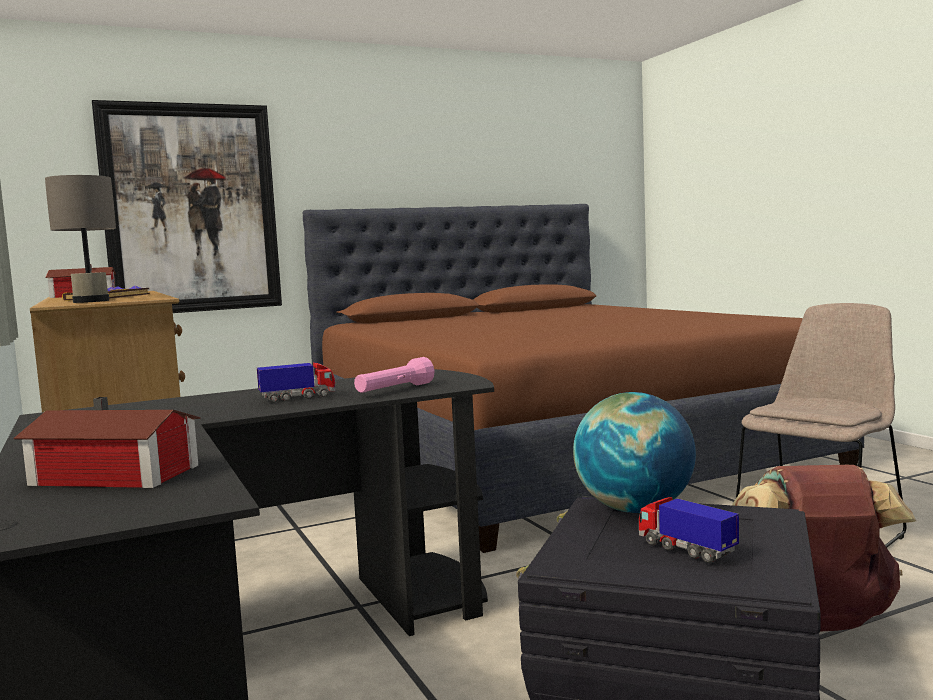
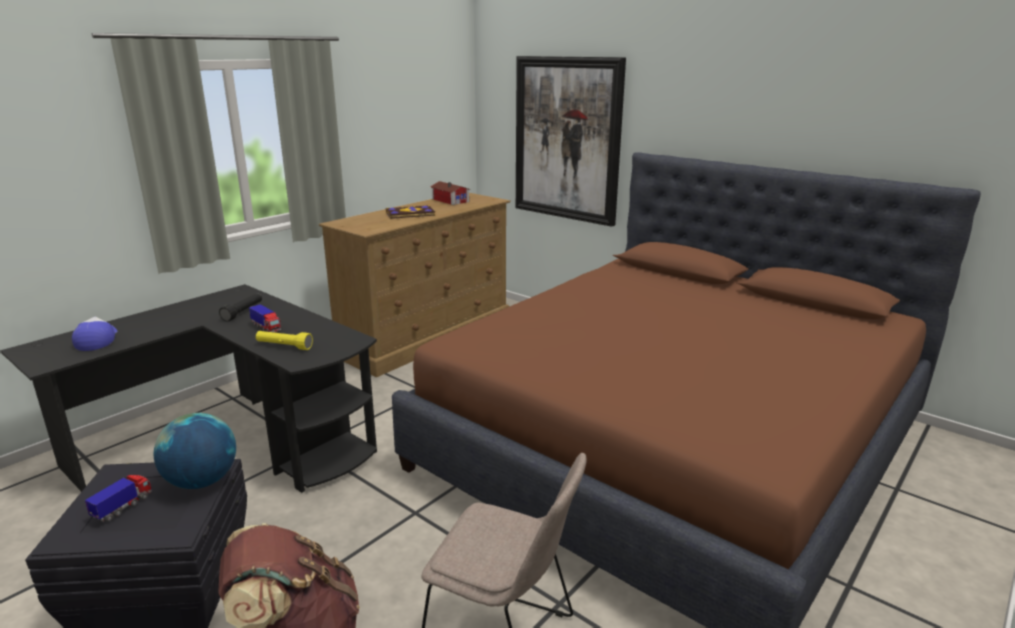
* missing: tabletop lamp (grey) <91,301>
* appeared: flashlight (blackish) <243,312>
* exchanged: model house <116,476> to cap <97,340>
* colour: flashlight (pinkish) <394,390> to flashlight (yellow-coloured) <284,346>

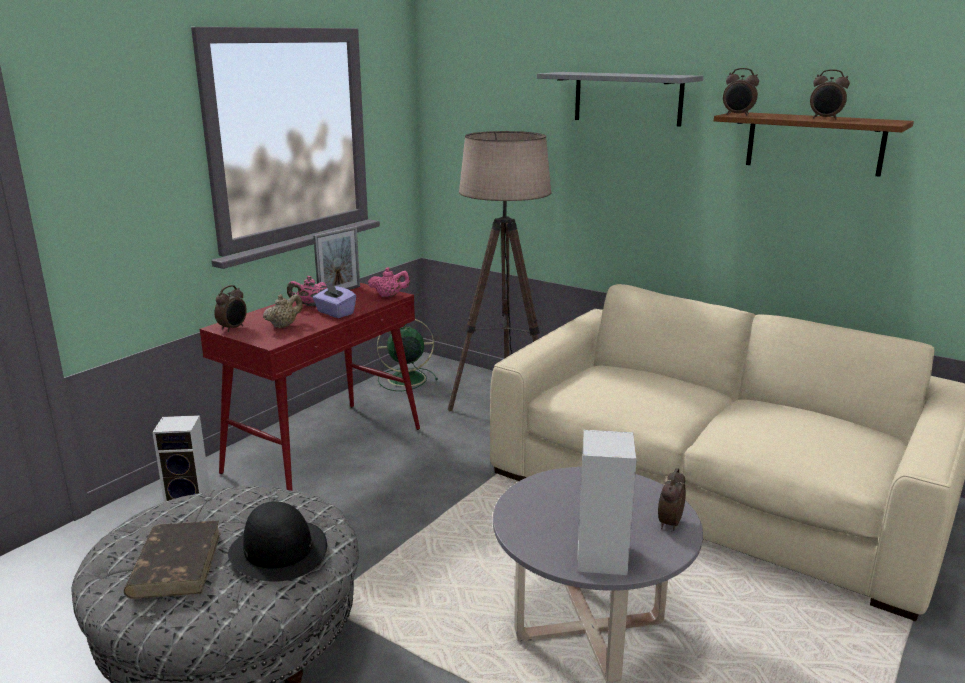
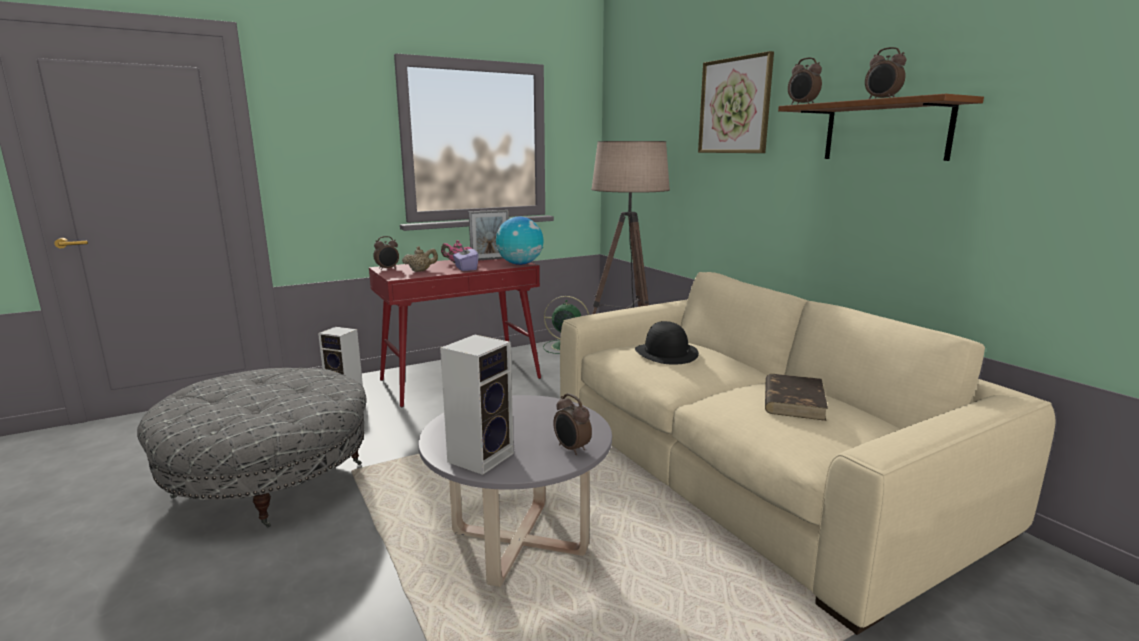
* relocated: bound book (brownish) <176,563> to <793,400>
* relocated: hat (blackish) <278,550> to <666,353>
* exchanged: tea pot (pinkish) <389,296> to world globe <520,264>
* exchanged: bracket shelf (grey) <627,98> to picture <735,106>
* spun: alarm clock <669,523> = <571,449> 90 degrees counterclockwise

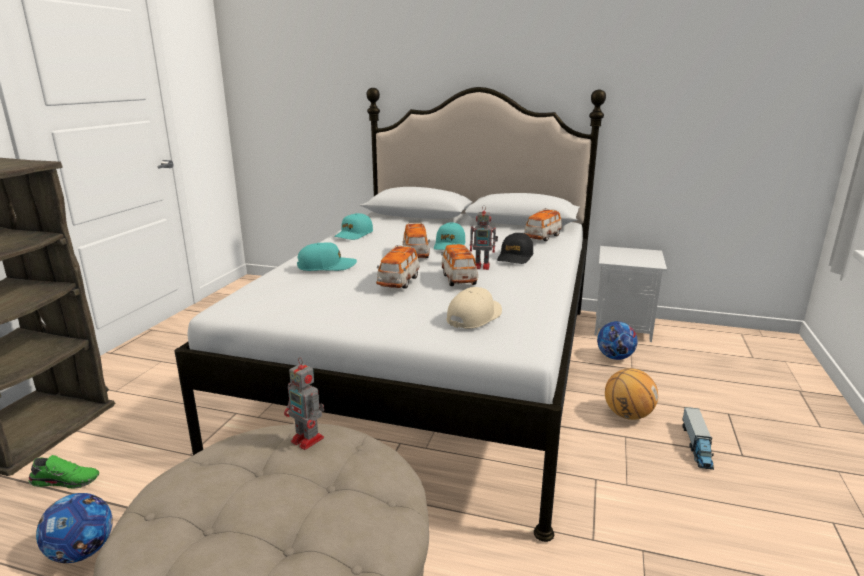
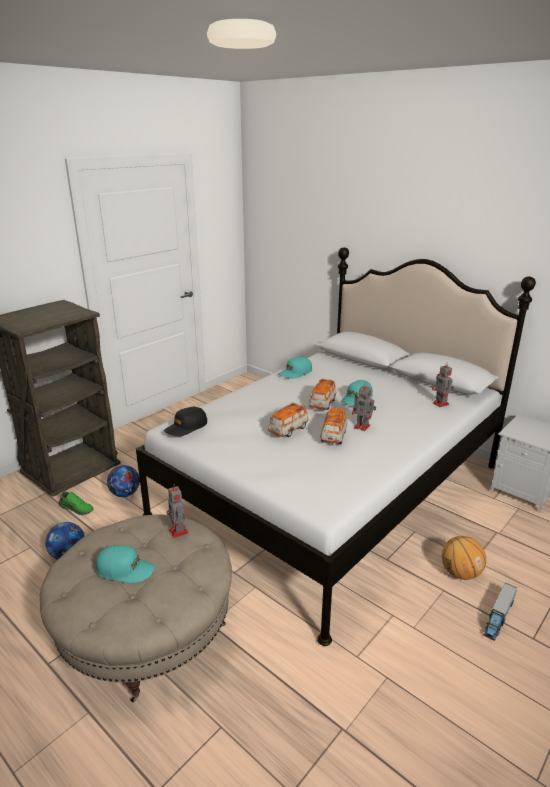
* missing: cap (sand-coloured) <474,317>
* relocated: cap (turquoise) <326,266> to <125,569>
* relocated: cap (blackish) <515,257> to <186,427>
* relocated: football <615,357> to <125,494>
* exchanged: toy car <542,237> to robot figure <441,404>

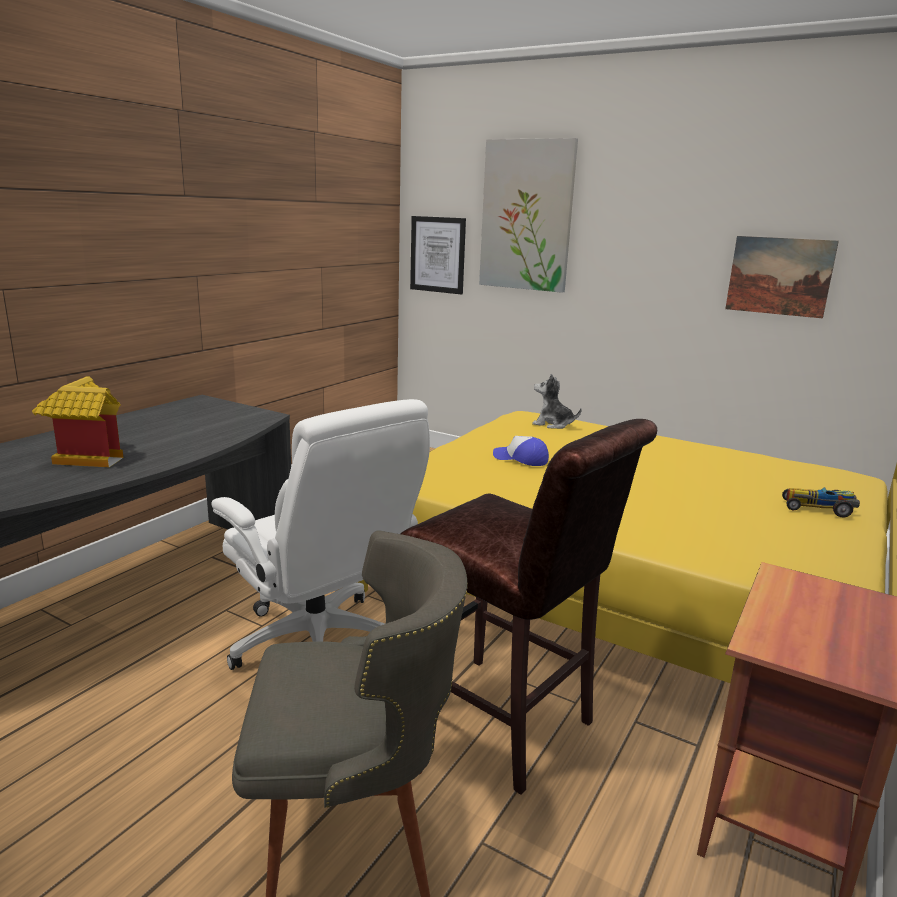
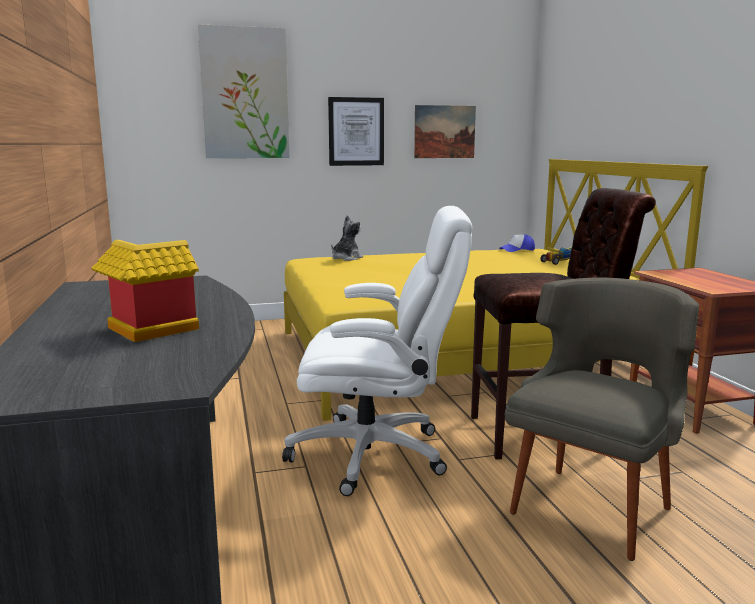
* relocated: picture <437,254> to <356,131>
* relocated: cap <521,459> to <517,250>
* spun: cuddly toy <552,424> = <346,258> 150 degrees clockwise

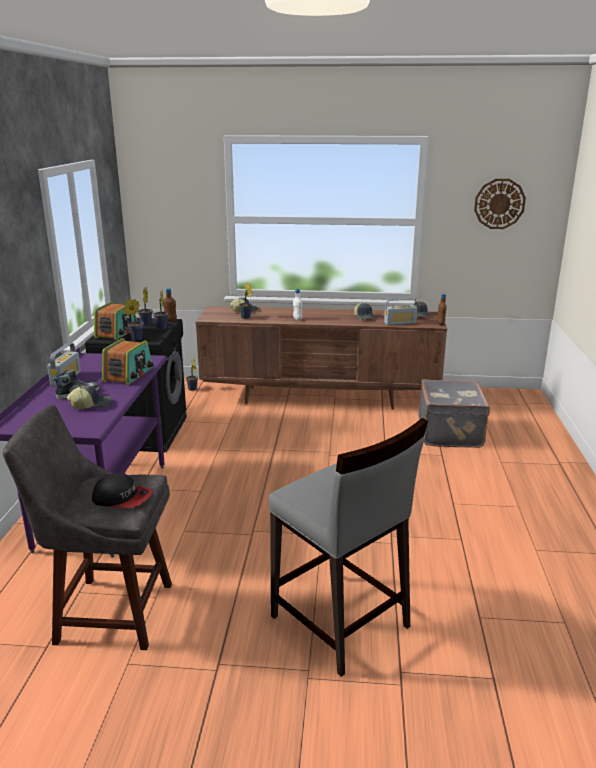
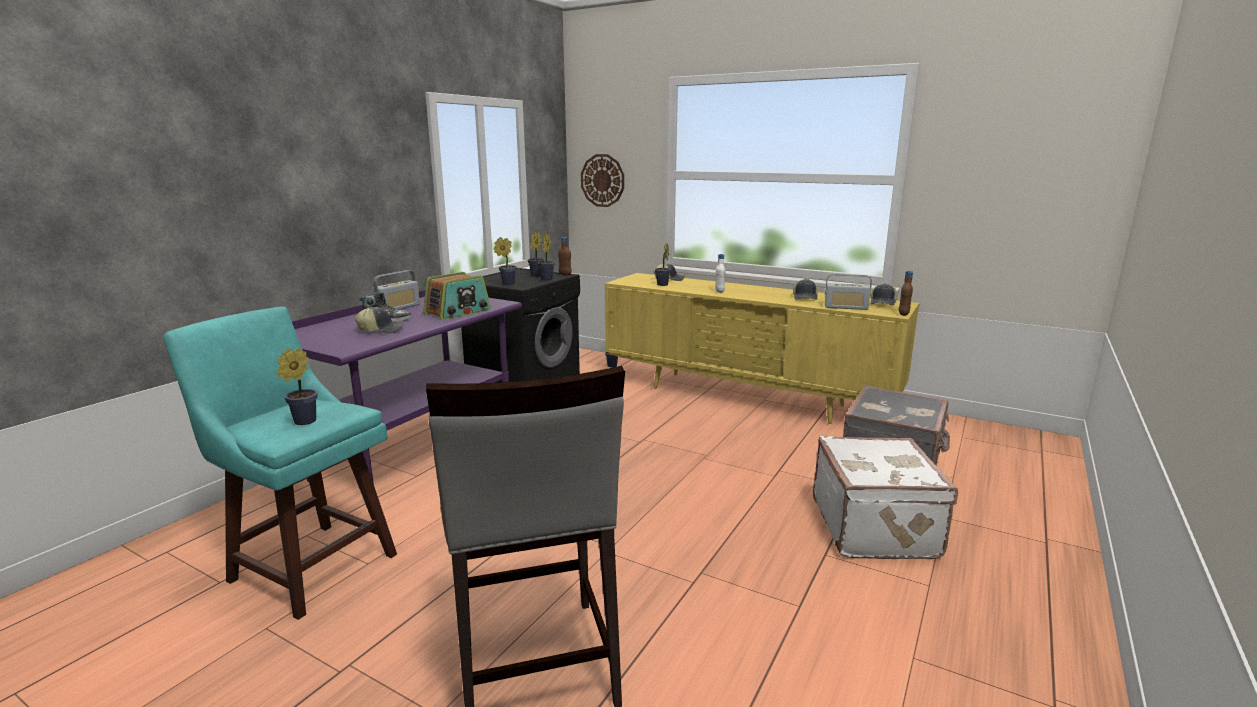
* missing: radio set <117,332>
* appeared: travel case (whitish) <876,528>
* relocated: clock on the wall <499,204> to <602,180>
* exchanged: cap <122,498> to potted plant <302,422>
* colour: sitting stool (grey) <110,612> to sitting stool (turquoise) <310,565>
* colour: storage cabinet (brownish) <321,398> to storage cabinet (yellow-coloured) <747,397>

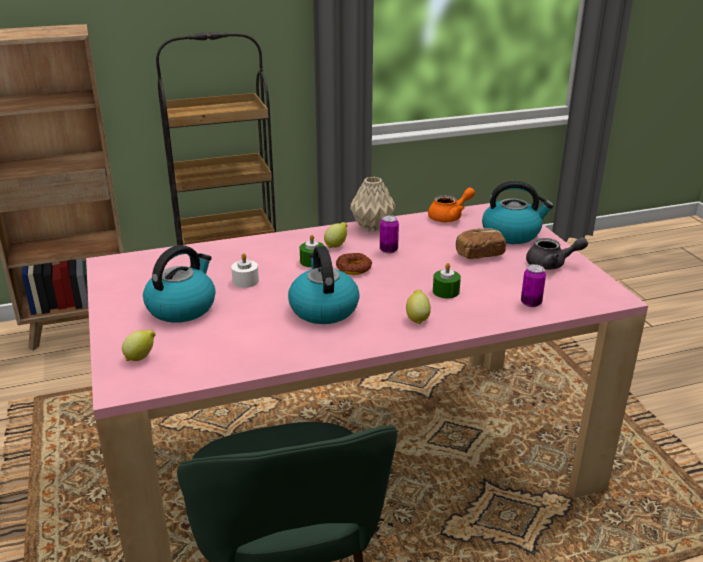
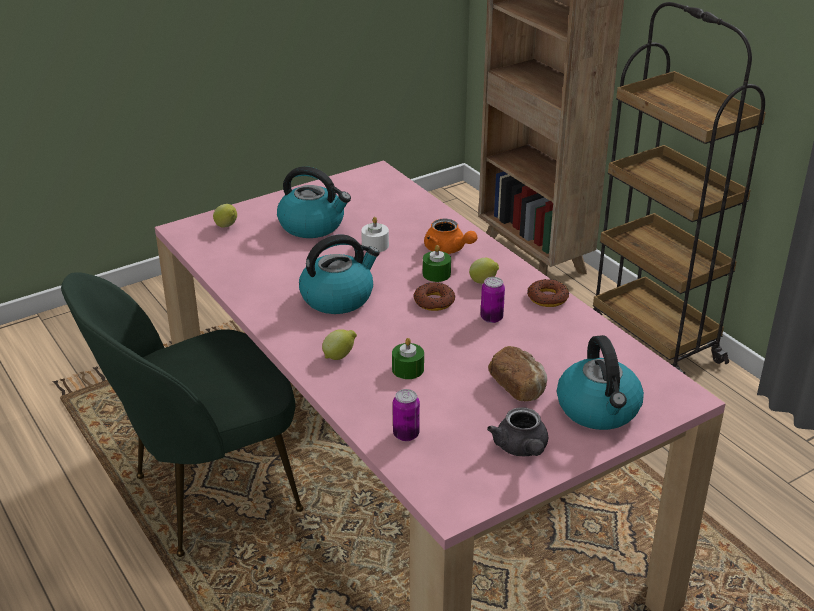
* relocated: tea pot (orange) <449,217> to <448,249>
* exchanged: decorative vase (sand-coloured) <371,227> to donut <547,298>

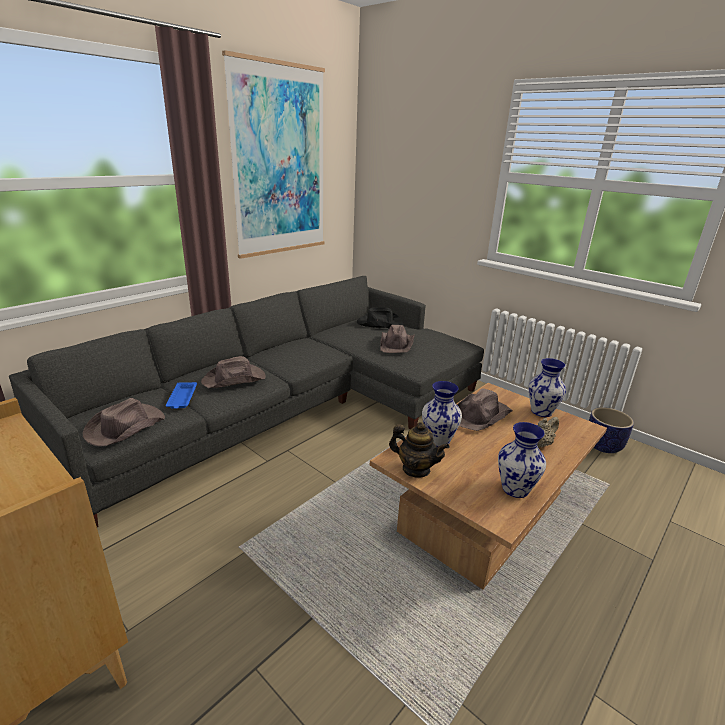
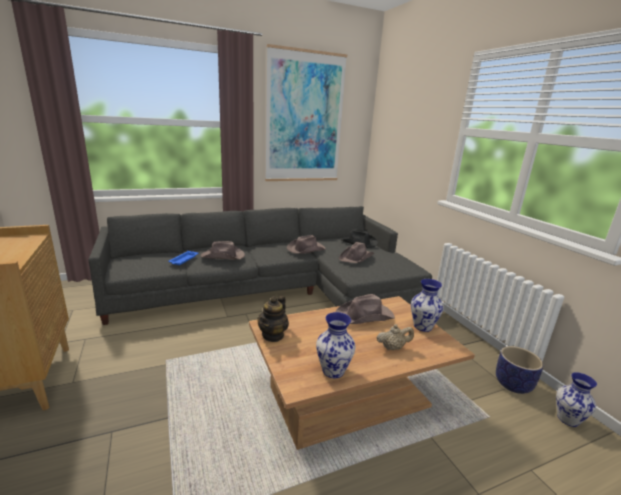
* relocated: hat (brownish) <124,427> to <305,249>
* relocated: decorative vase <437,440> to <567,419>
* spun: tea pot <416,469> = <273,335> 60 degrees clockwise

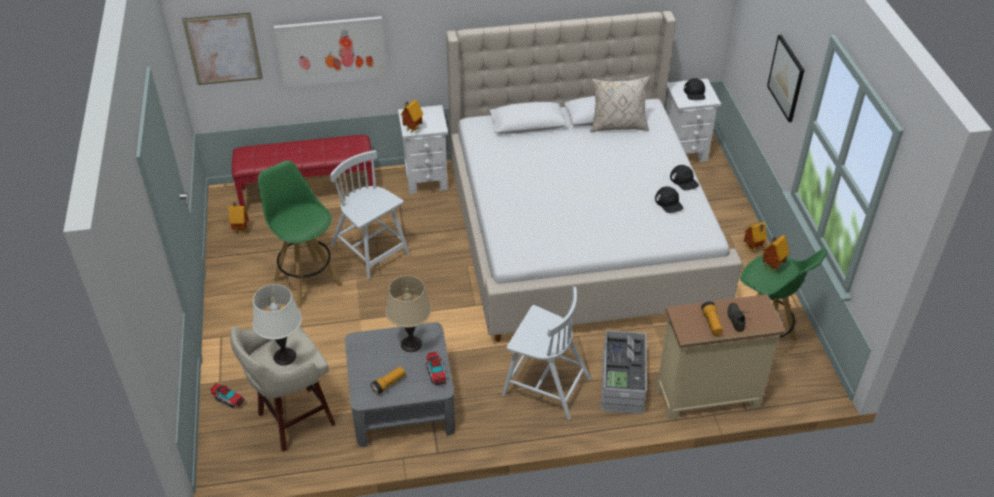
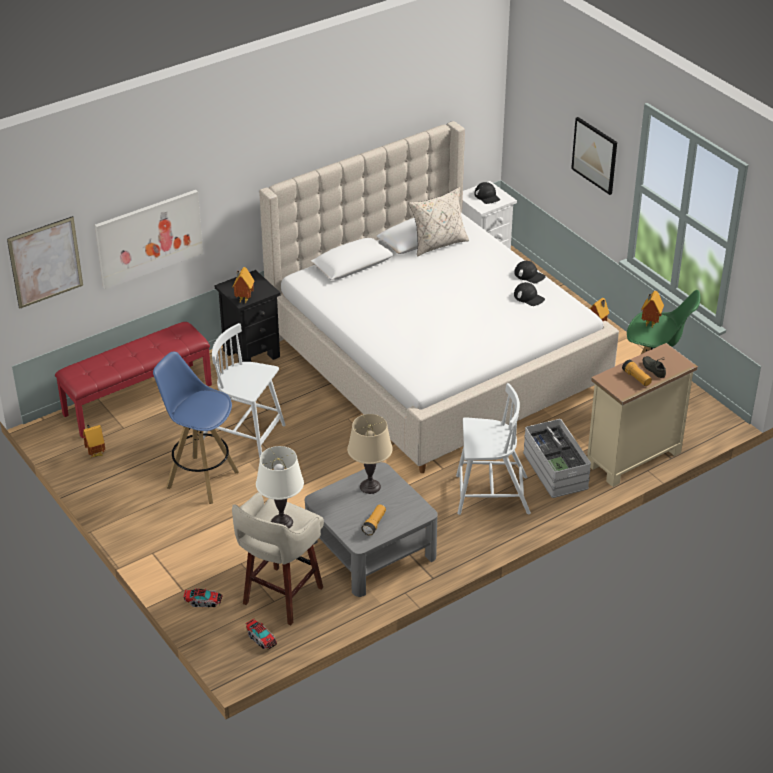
* relocated: model truck <436,373> to <261,639>
* colour: sitting stool (green) <307,281> to sitting stool (blue-coloured) <201,478>
* colour: bedside table (whitish) <427,180> to bedside table (blackish) <252,354>

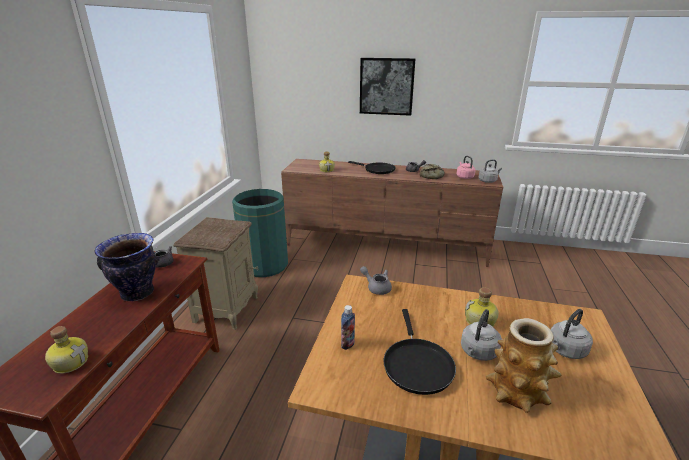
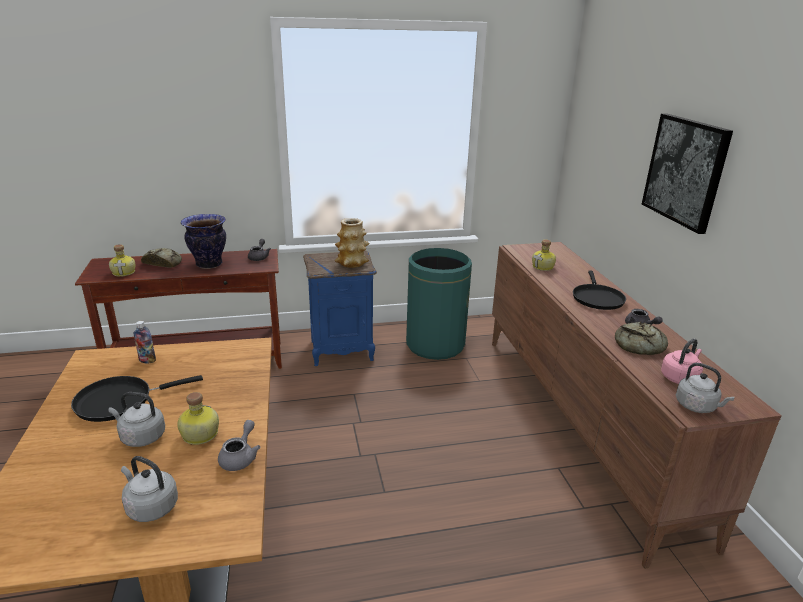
* appeared: baked bread <163,262>
* relocated: tea pot (grey) <376,287> to <240,457>
* relocated: decorative vase <517,392> to <352,263>
* colour: bedside table (sand-coloured) <228,309> to bedside table (blue-coloured) <342,351>

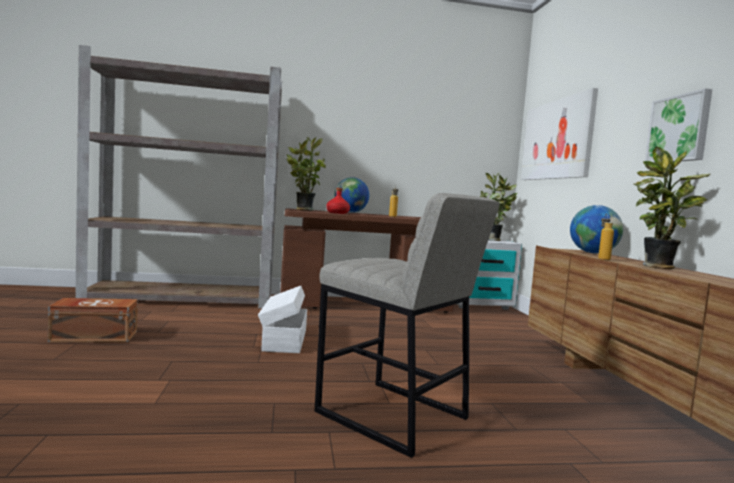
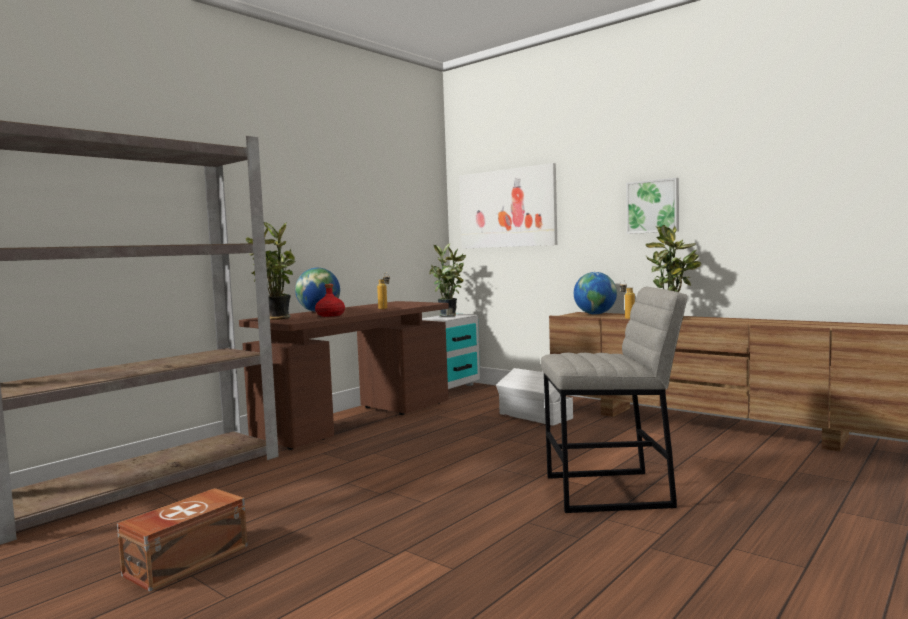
* relocated: storage bin (whitish) <284,340> to <535,416>

